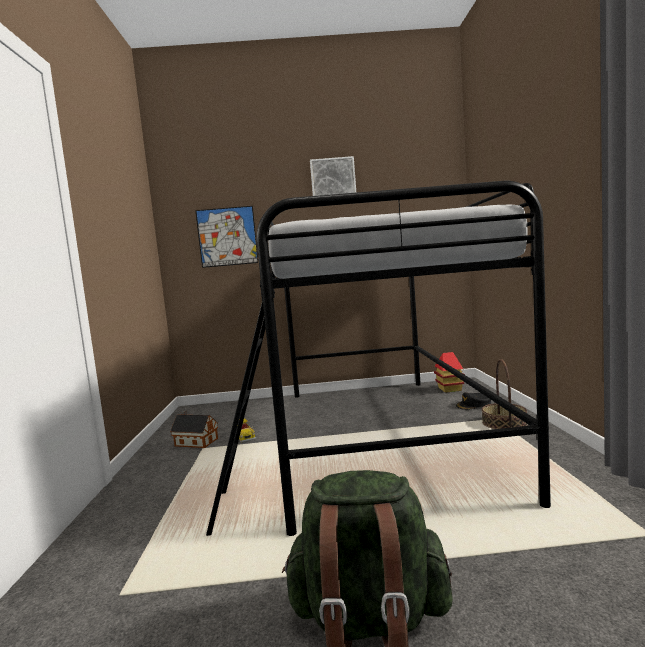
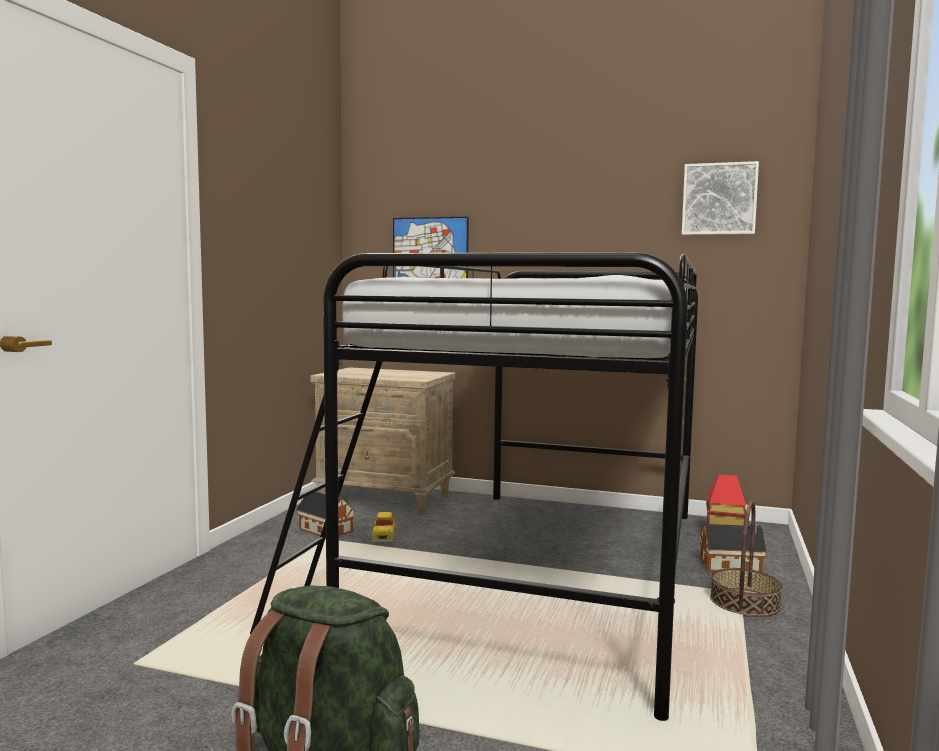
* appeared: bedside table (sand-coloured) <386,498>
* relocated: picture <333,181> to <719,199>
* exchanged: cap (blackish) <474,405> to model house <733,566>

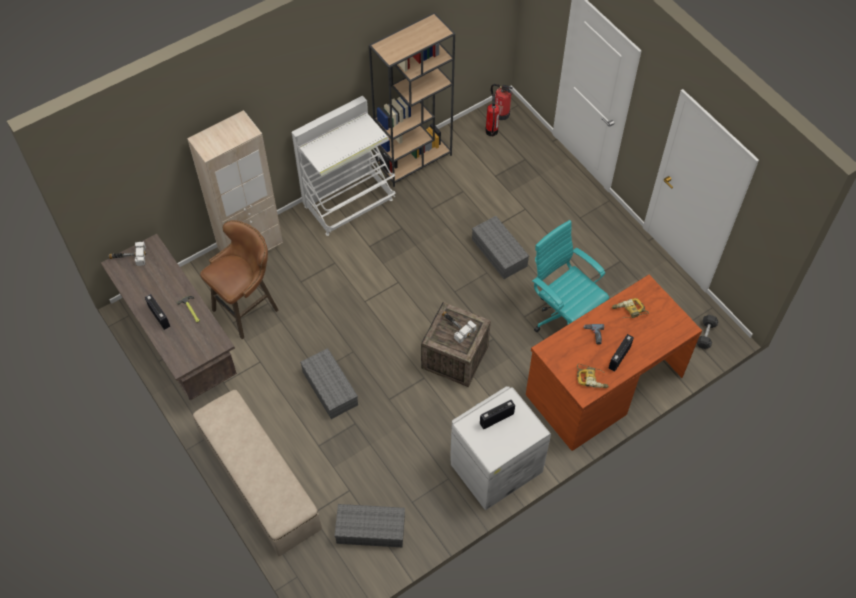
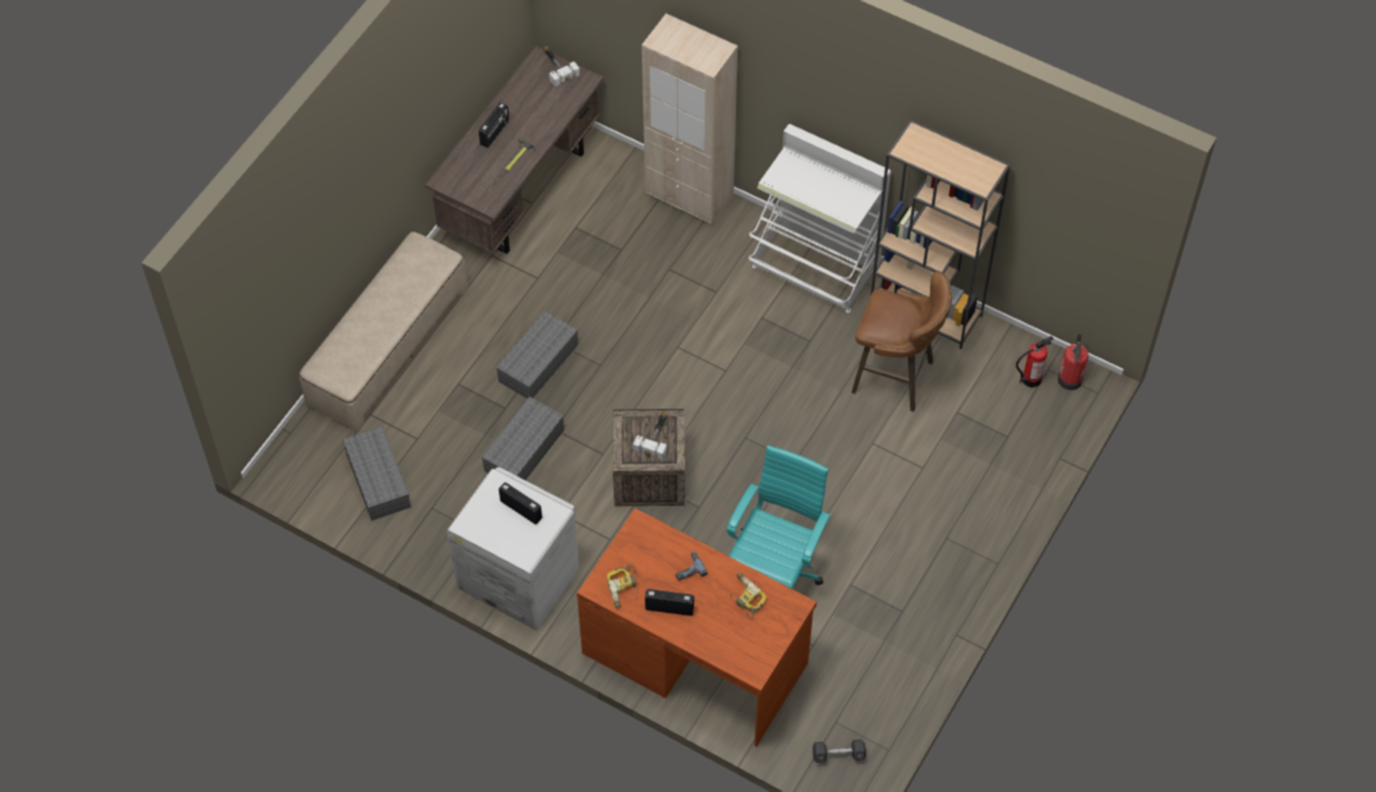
* relocated: sitting stool (brownish) <247,308> to <896,378>
* relocated: storage bin (grey) <500,253> to <524,451>

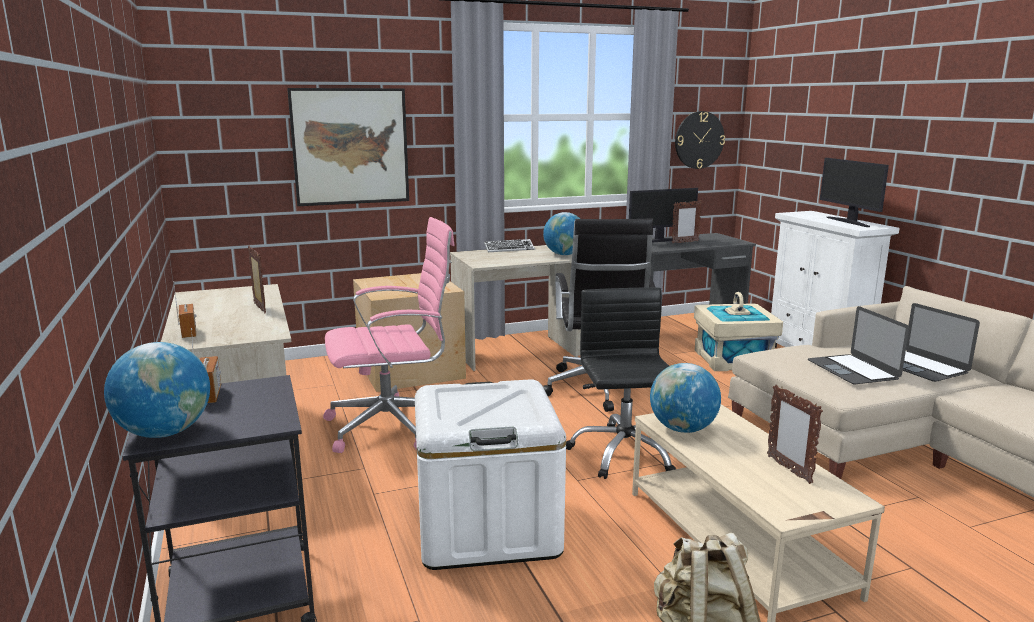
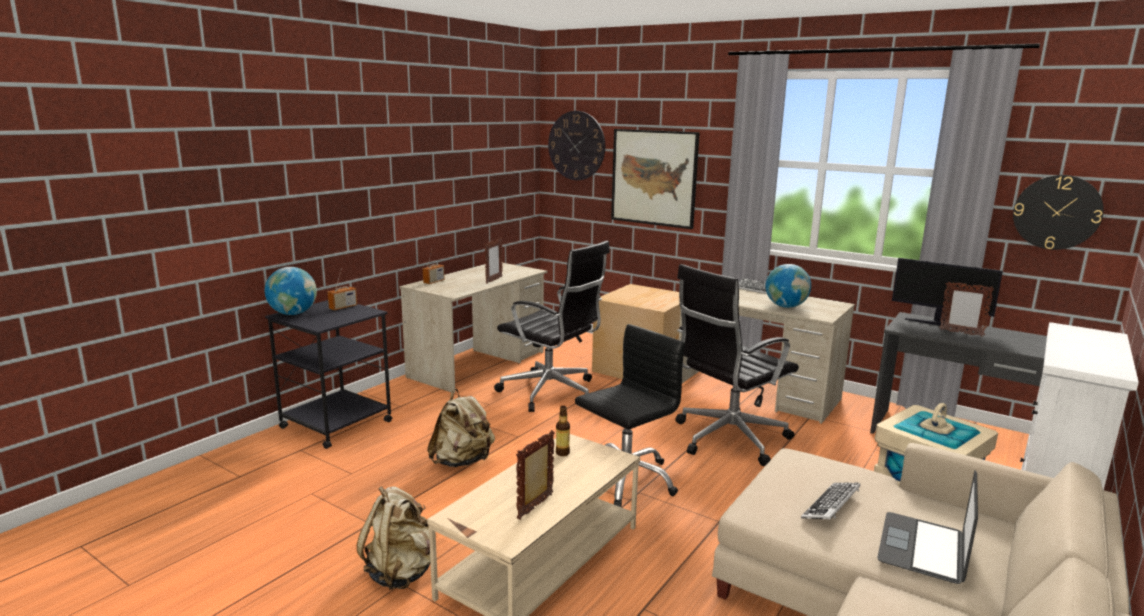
* missing: monitor <849,222>
* appeared: clock on the wall <576,145>
* exchanged: storage bin (whitish) <487,526> to rucksack (sand-coloured) <462,461>
* exchanged: world globe <682,429> to drink bottle <562,453>
* exchanged: laptop <853,369> to computer keyboard <831,506>
* colour: desk chair (pinkish) <393,426> to desk chair (blackish) <551,393>

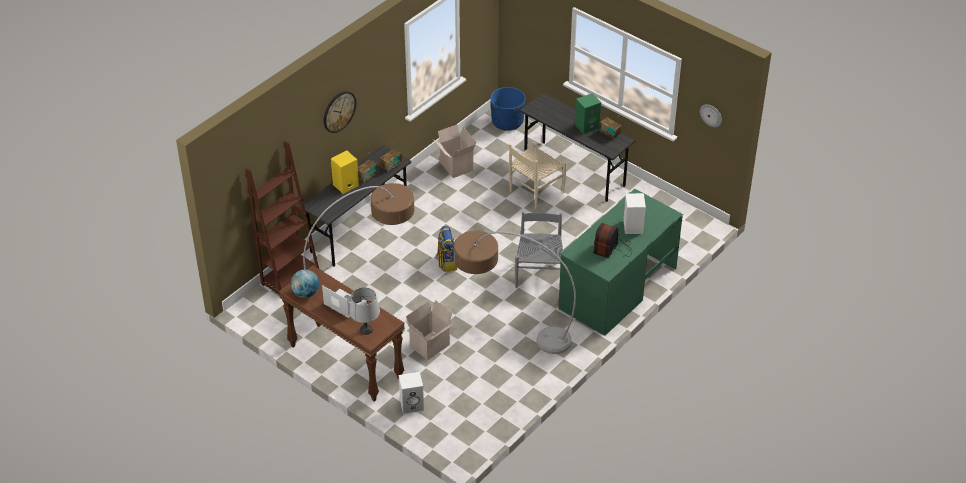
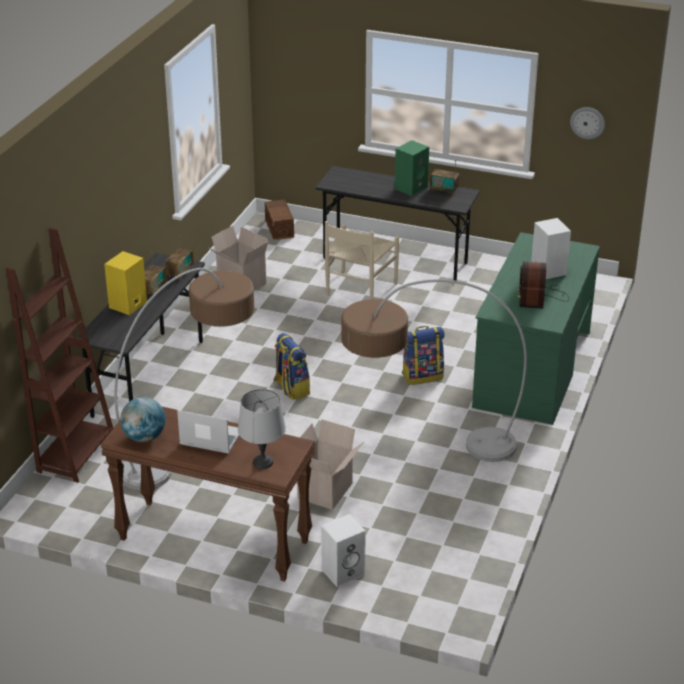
* missing: clock on the wall <339,111>
* exchanged: plant pot (blue-coloured) <507,122> to storage bin (brownish) <280,228>
* exchanged: chair (grey) <539,274> to rucksack <422,376>

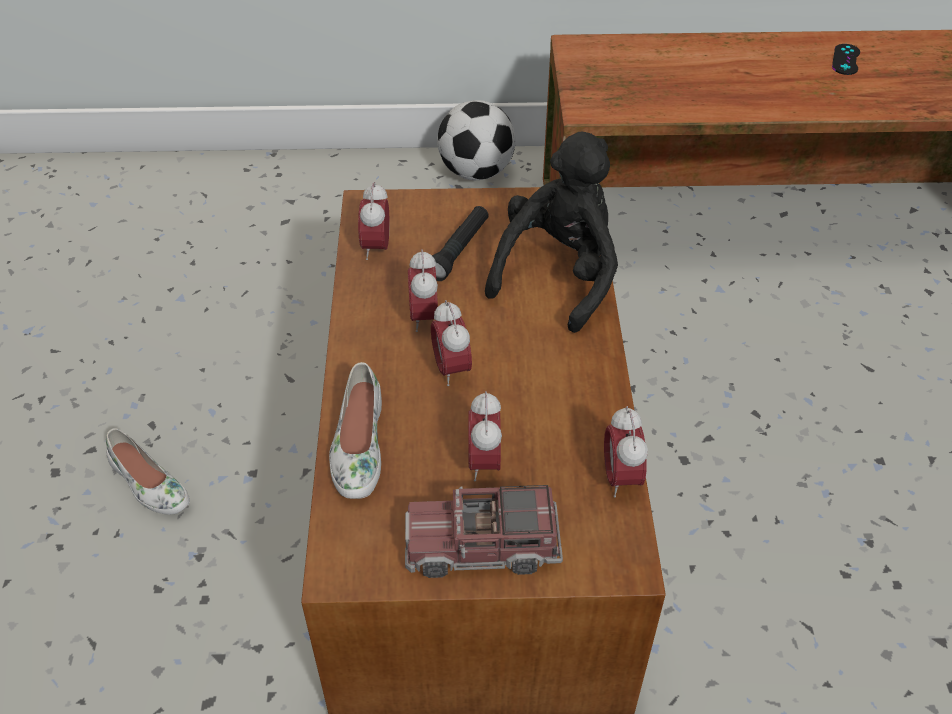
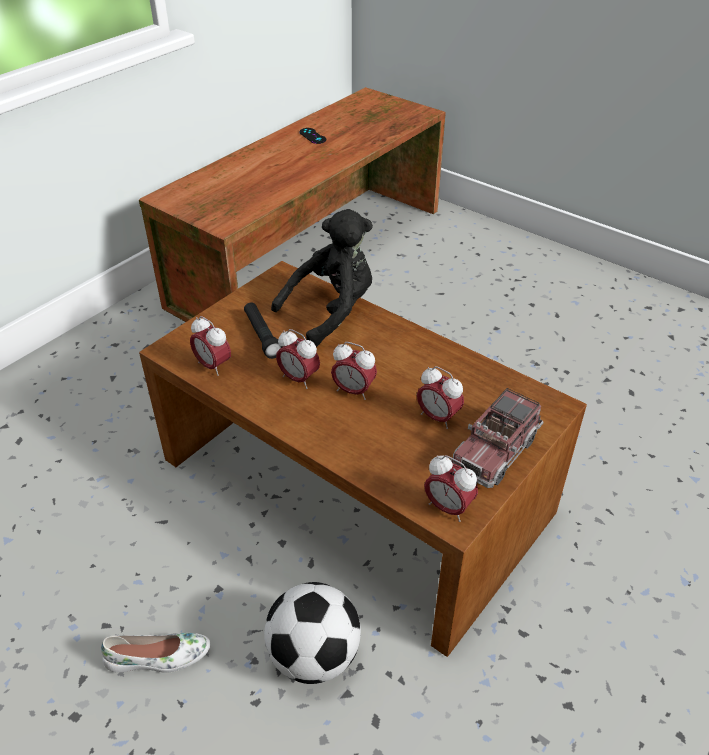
* missing: item of footwear (whitish) <357,446>
* relocated: football <476,172> to <314,655>
* relocated: alarm clock <621,478> to <448,508>
* spun: cuddly toy (blackish) <558,274> = <331,312> 75 degrees clockwise

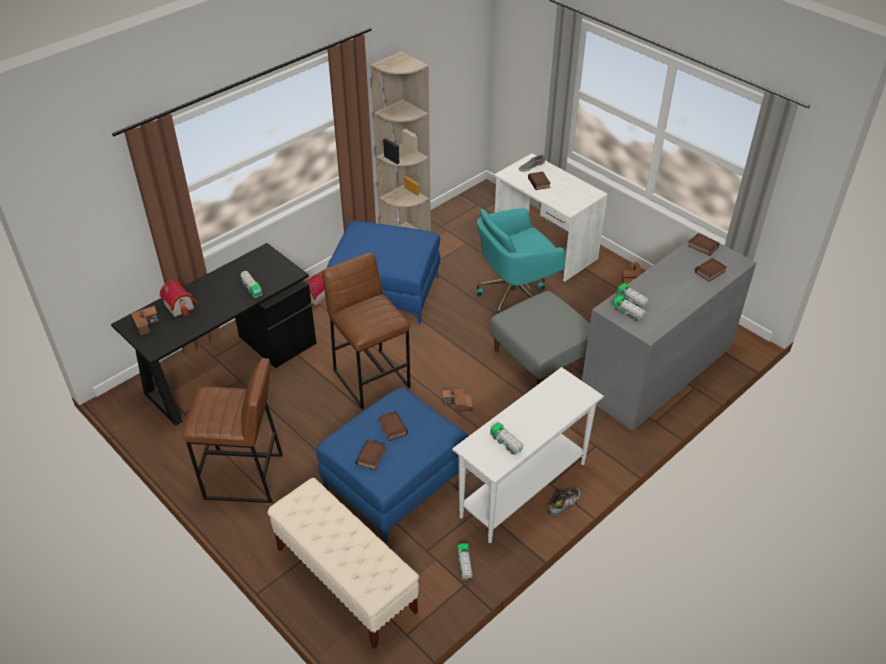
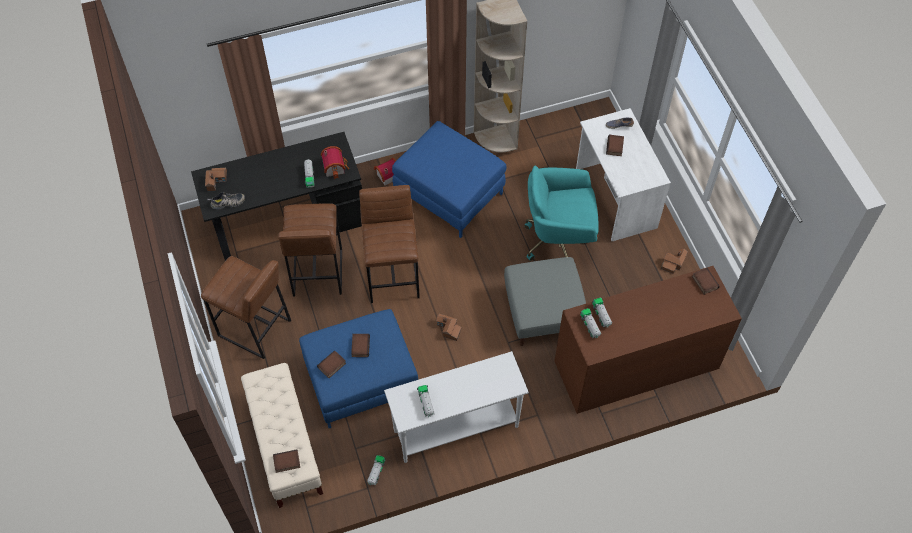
* appeared: sitting stool (brownish) <317,273>
* relocated: model house <181,305> to <335,167>
* relocated: item of footwear <564,504> to <227,203>
* relocated: bound book <710,272> to <286,462>
* colour: chest of drawers (grey) <656,370> to chest of drawers (brownish) <635,364>

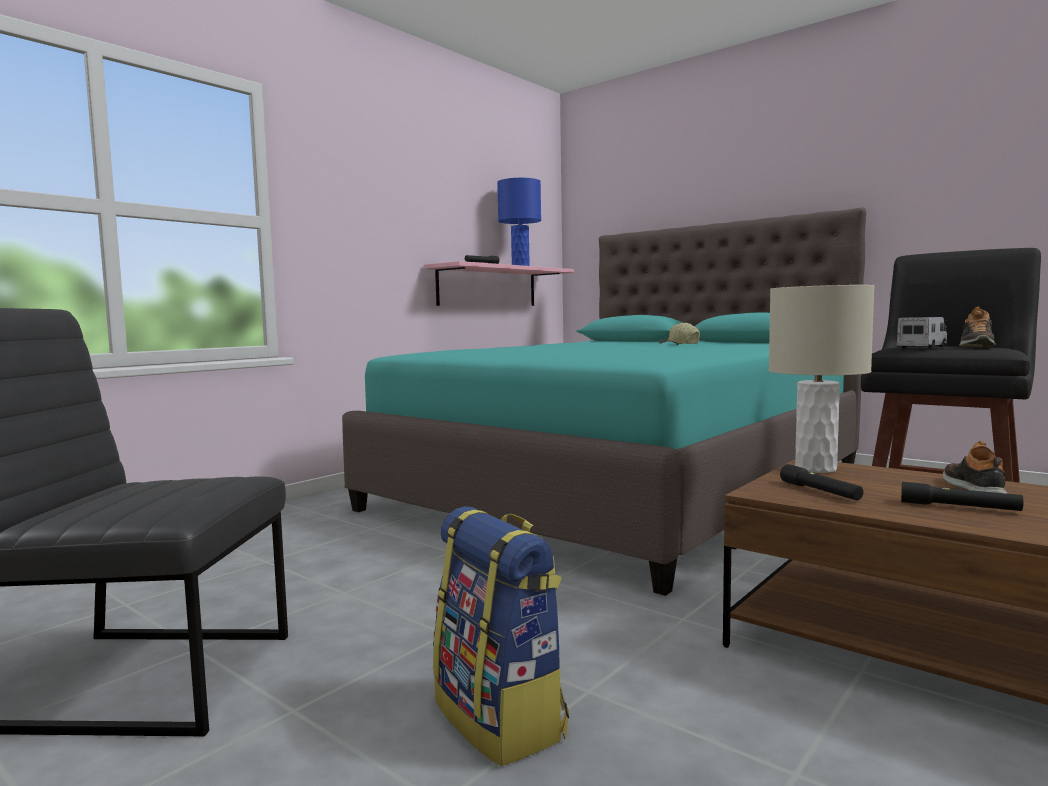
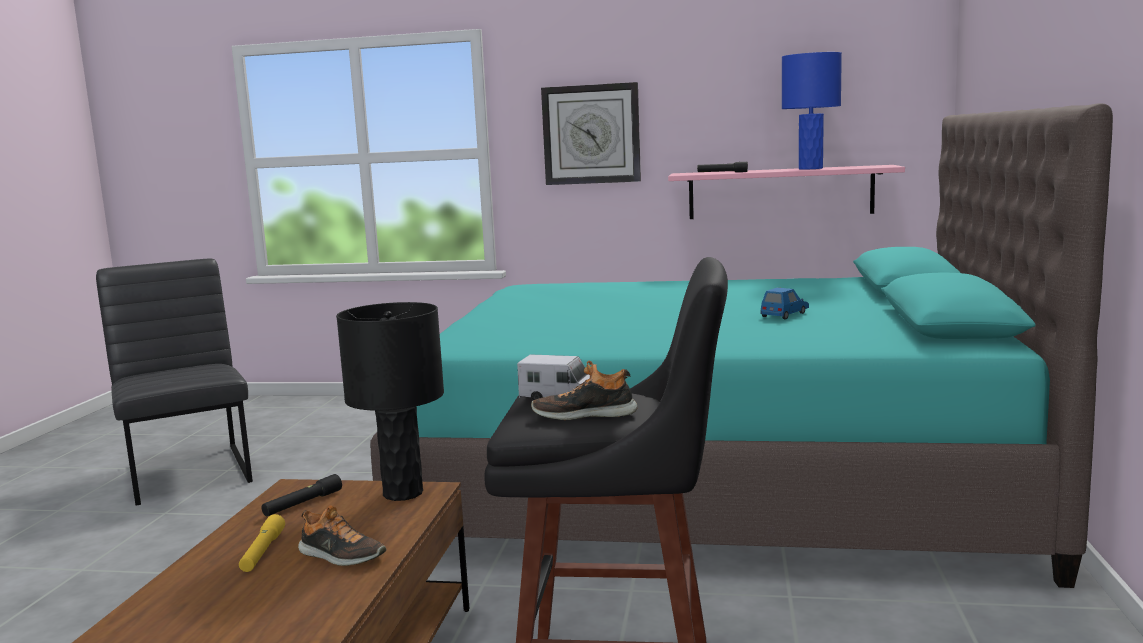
* missing: rucksack <501,718>
* appeared: clock on the wall <591,134>
* exchanged: cap <679,345> to toy car (blue-coloured) <784,314>
* colour: tabletop lamp (sand-coloured) <816,468> to tabletop lamp (blackish) <403,493>
* colour: flashlight (blackish) <959,507> to flashlight (yellow-coloured) <262,552>
* spun: item of footwear <975,489> = <341,556> 45 degrees clockwise

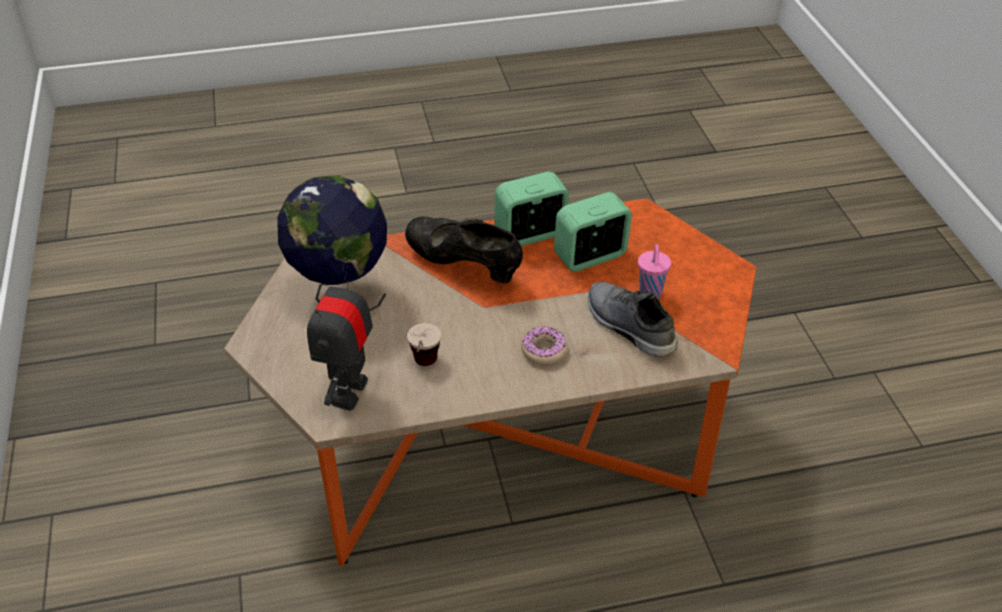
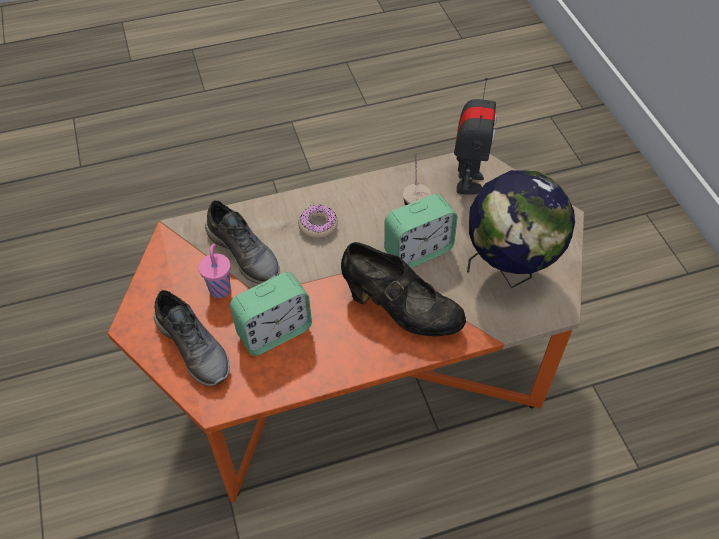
* appeared: item of footwear (grey) <195,347>
* relocated: alarm clock <530,234> to <418,251>

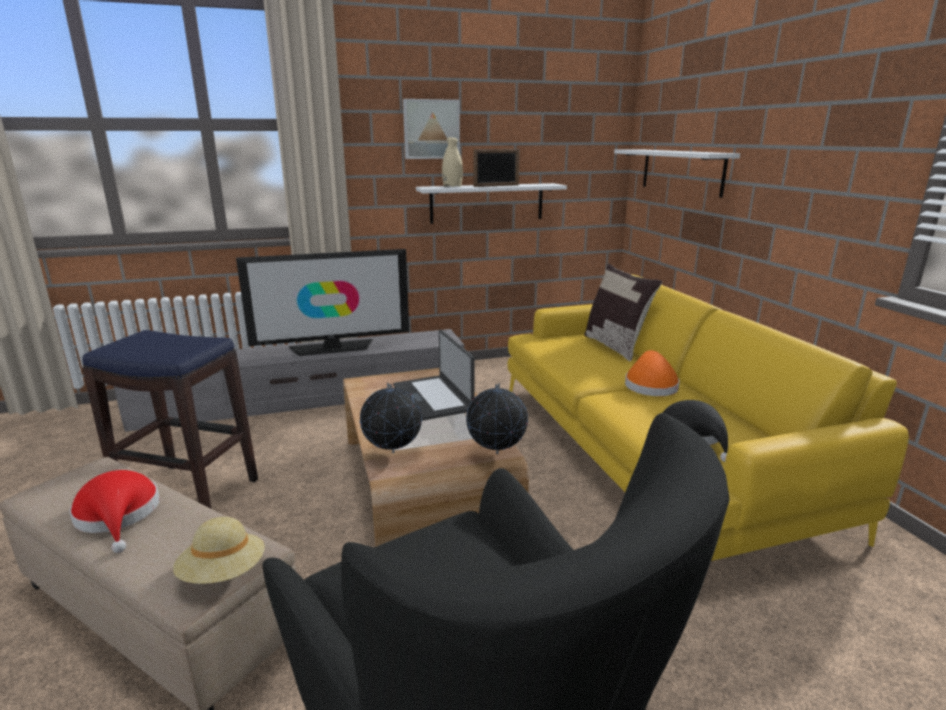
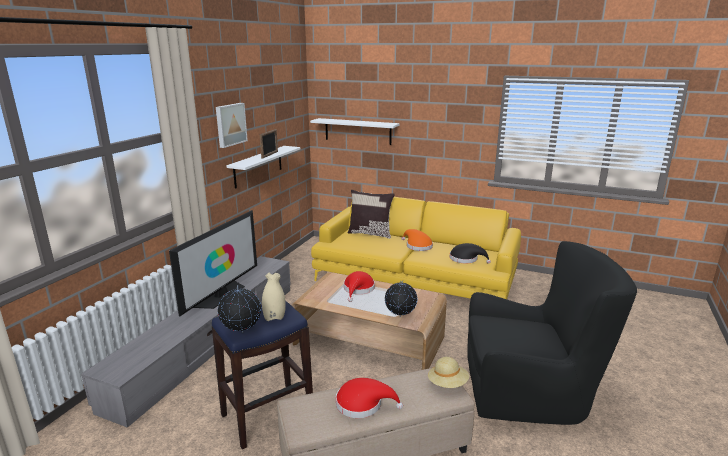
* relocated: decorative vase (sand-coloured) <452,187> to <274,317>
* relocated: world globe <496,453> to <241,333>
* exchanged: laptop <433,397> to hat (red) <358,289>

